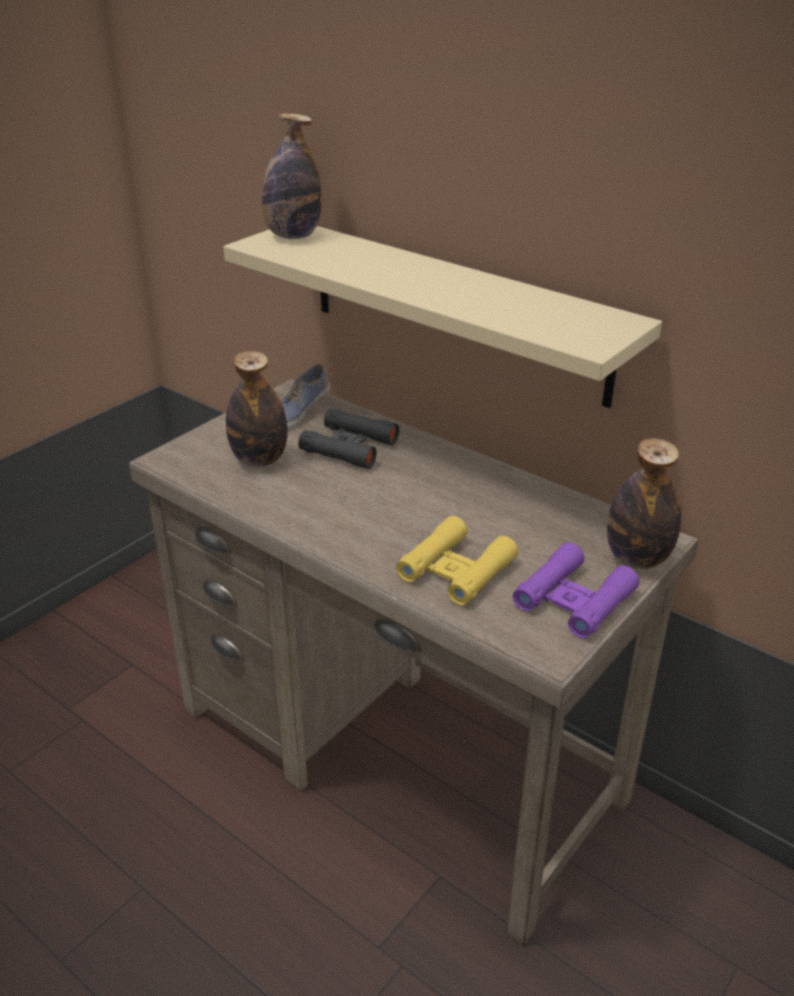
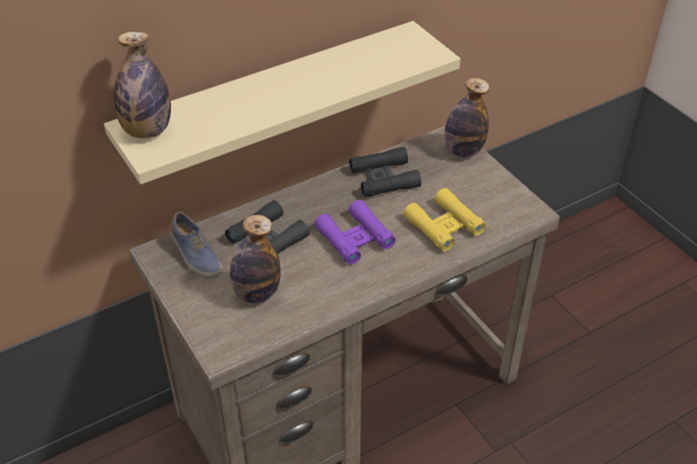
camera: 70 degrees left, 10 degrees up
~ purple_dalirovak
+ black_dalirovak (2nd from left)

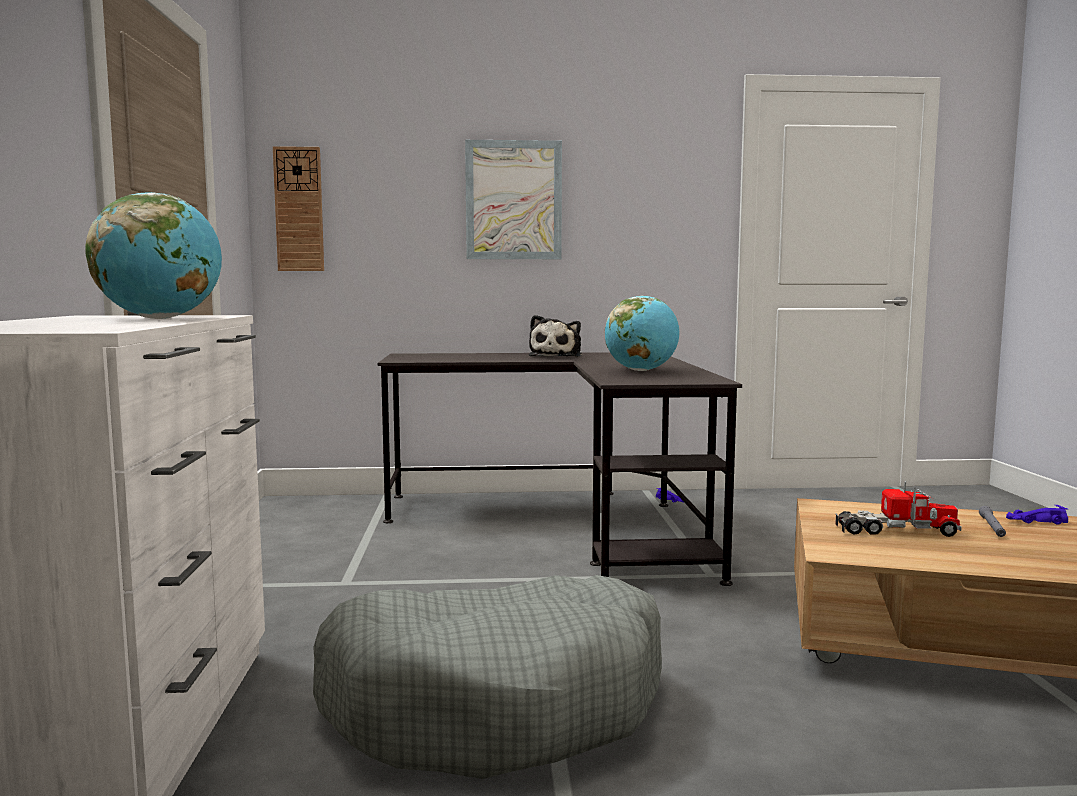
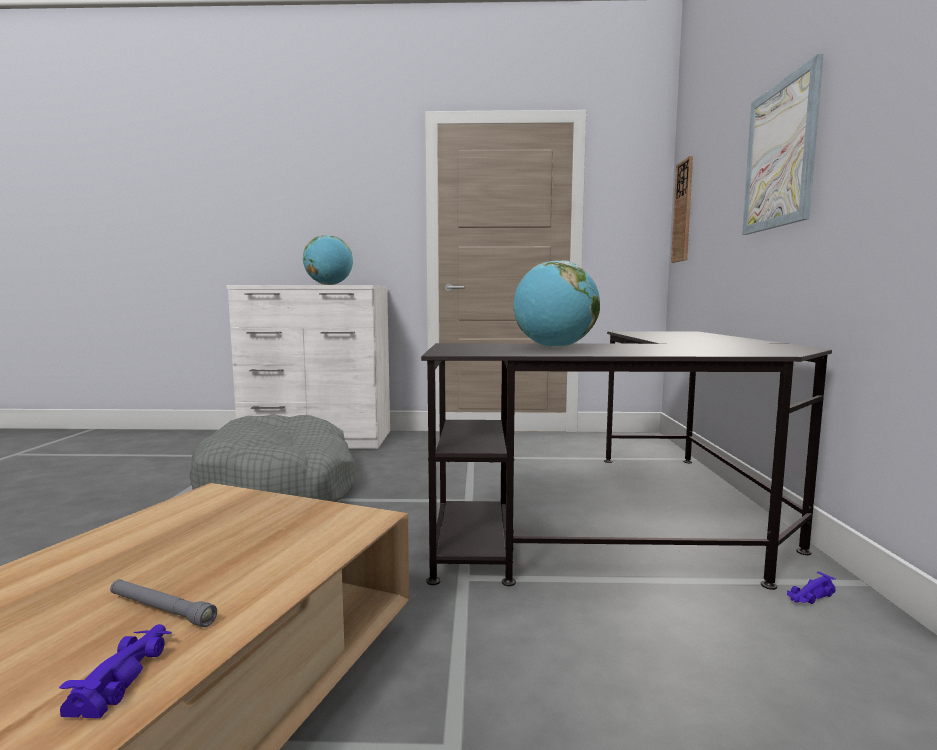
camera: 95 degrees right, 0 degrees up
- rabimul
- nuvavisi

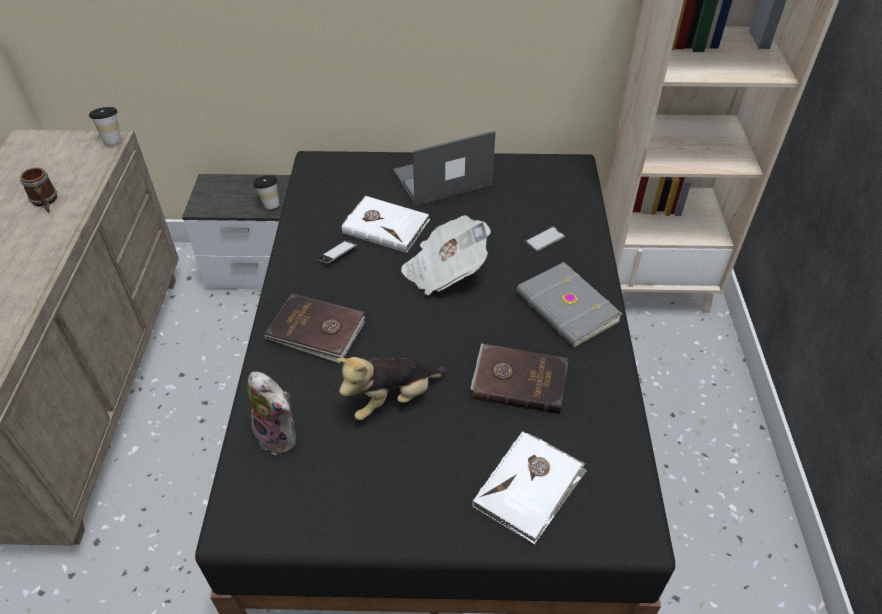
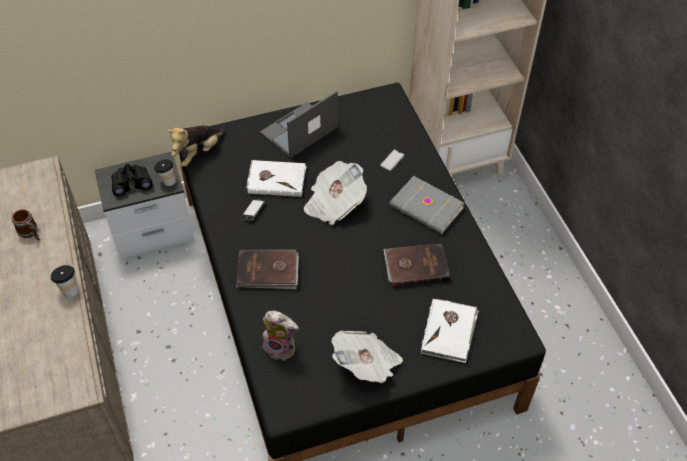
camera: 20 degrees left, 5 degrees up
~ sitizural (1st from left)
~ rabimul (2nd from left in the first image) to rabimul (1st from left)
+ black_dalirovak
+ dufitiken (2nd from left)

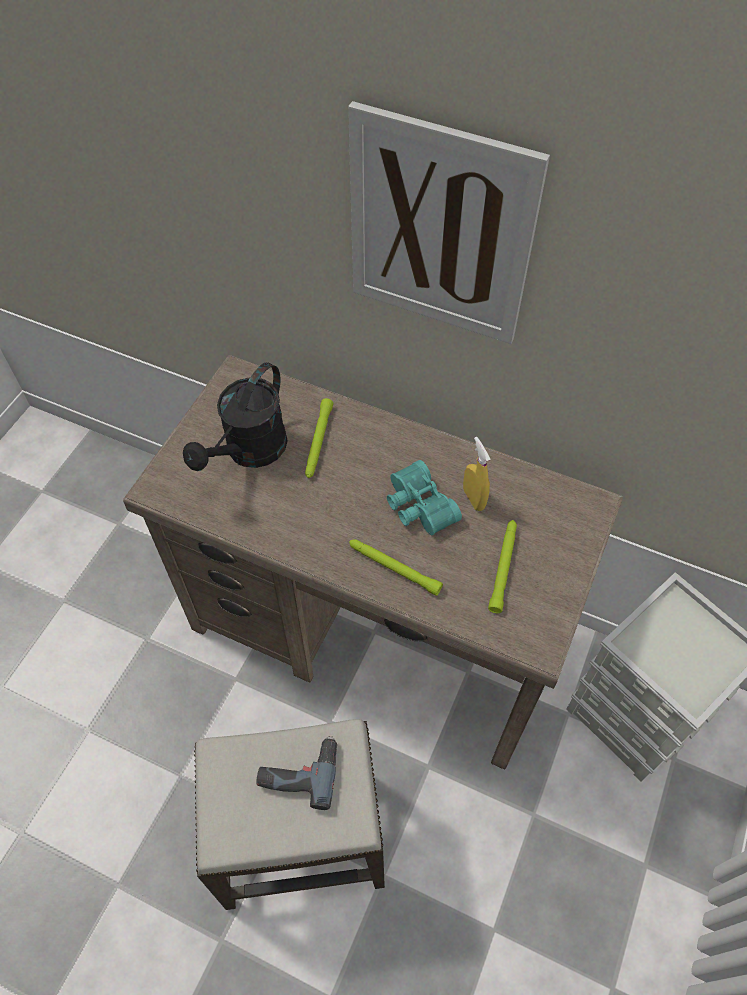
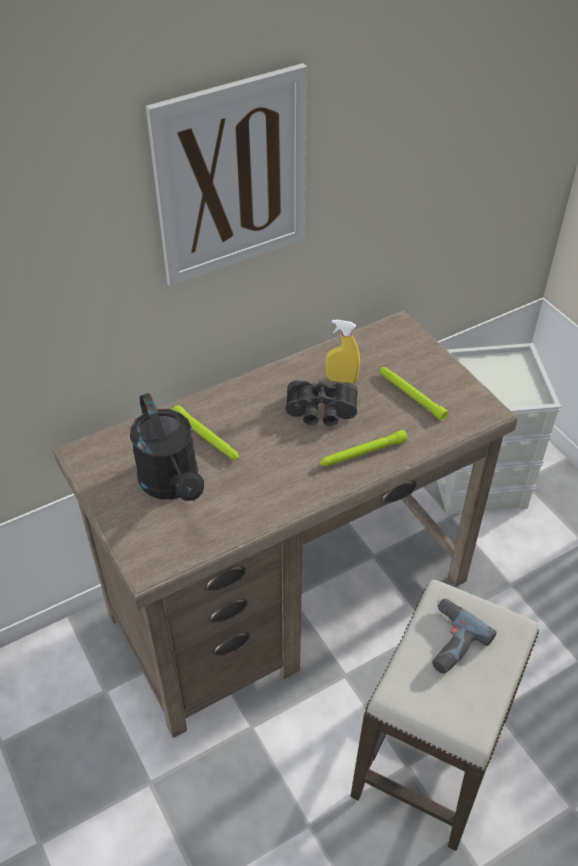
camera: 55 degrees left, 10 degrees down
~ turquoise_dalirovak to black_dalirovak

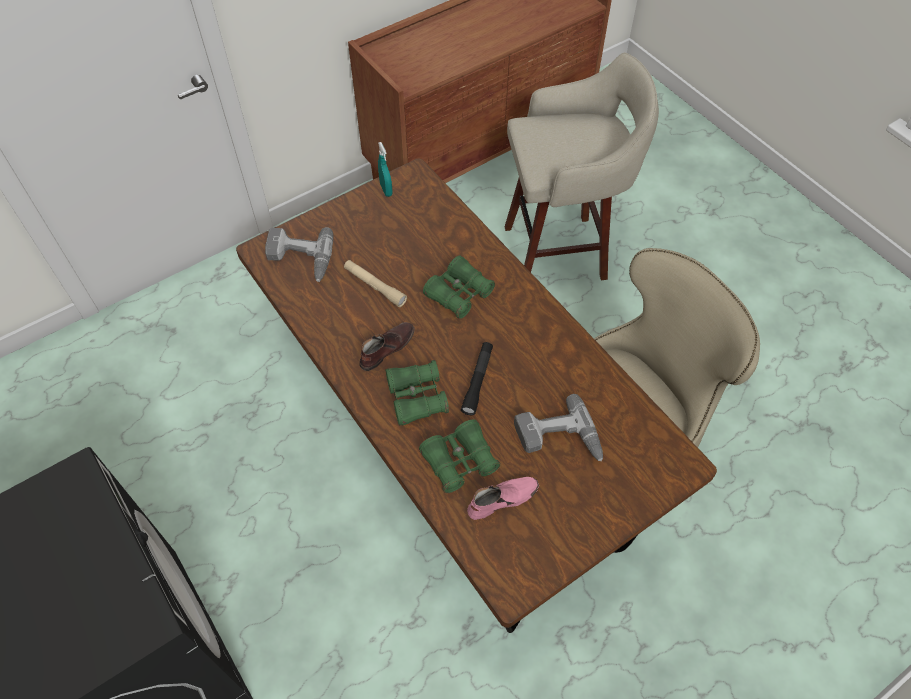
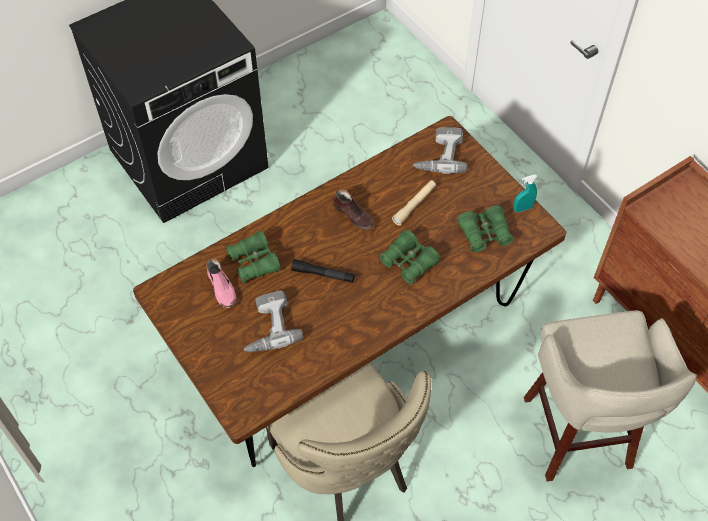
camera: 90 degrees right, 0 degrees up
~ green_dalirovak (1st from left in the first image) to green_dalirovak (3rd from left)

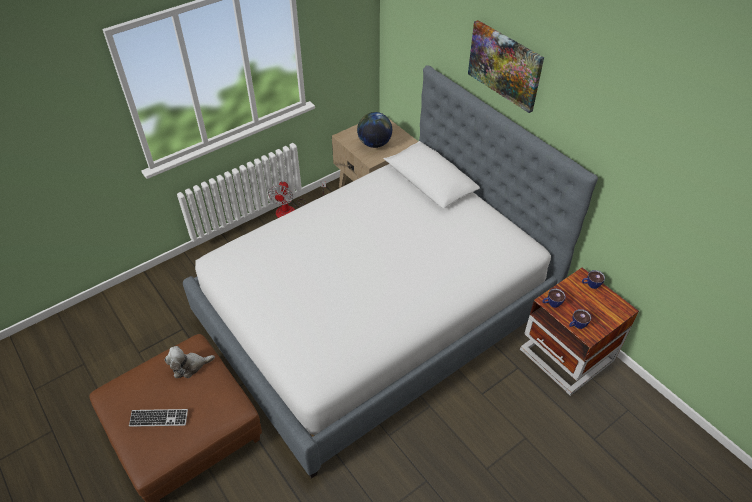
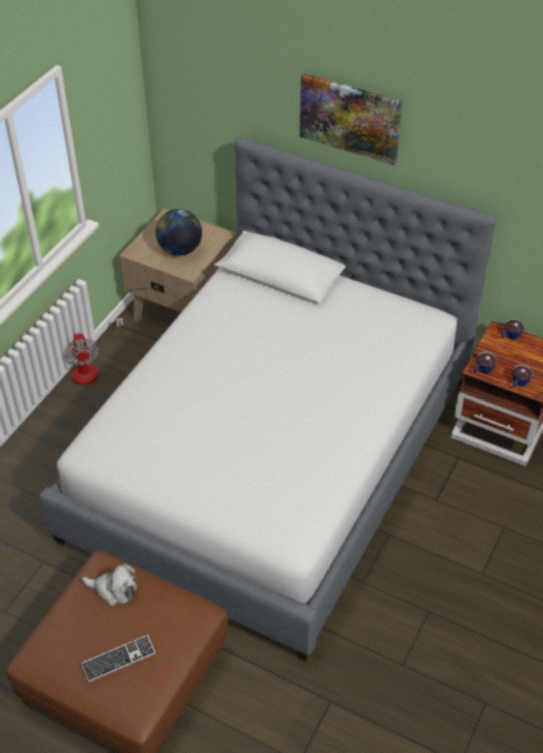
camera: 25 degrees left, 0 degrees up
~ rabimul 120 degrees counterclockwise

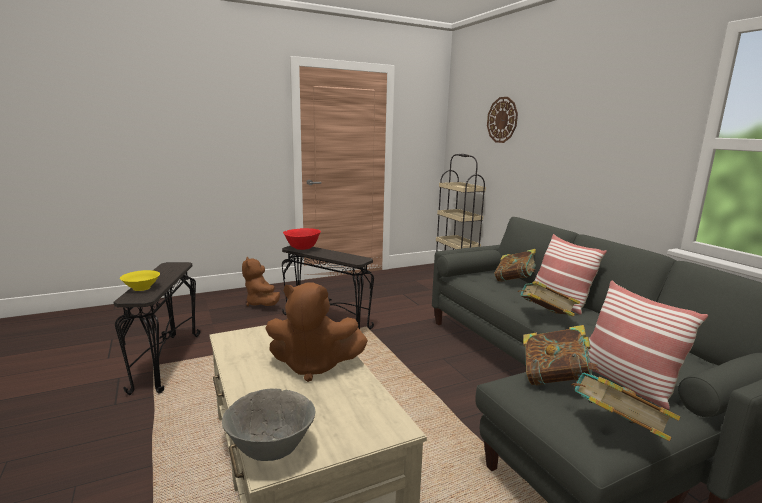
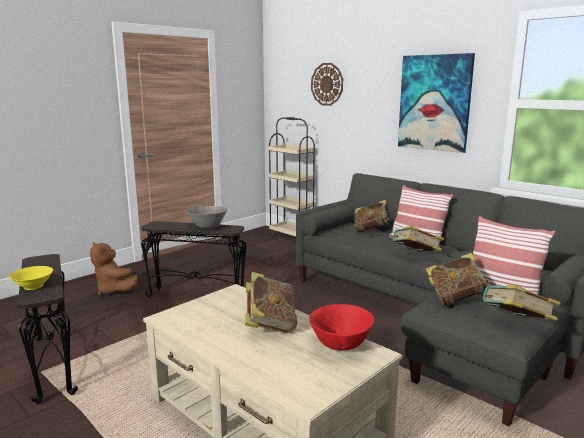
camera: 20 degrees left, 0 degrees up
~ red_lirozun
~ brown_rabimul (2nd from left) to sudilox (1st from left)
~ grey_lirozun
+ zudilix

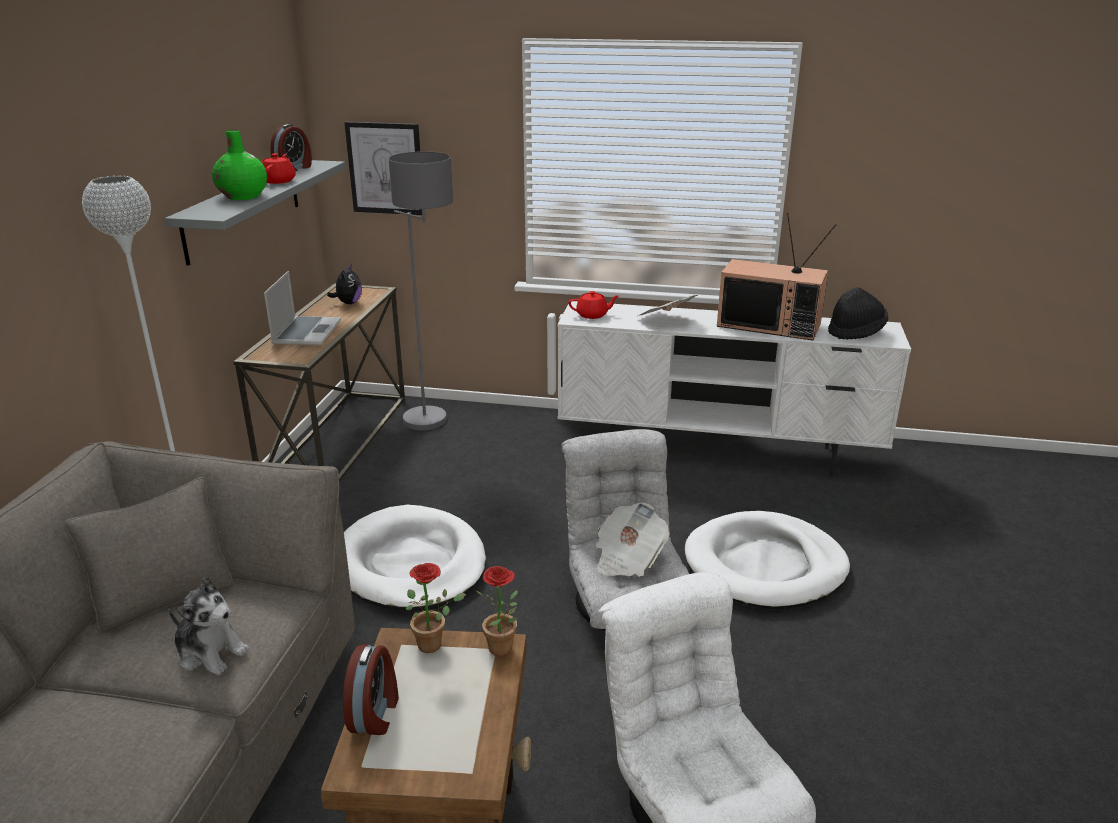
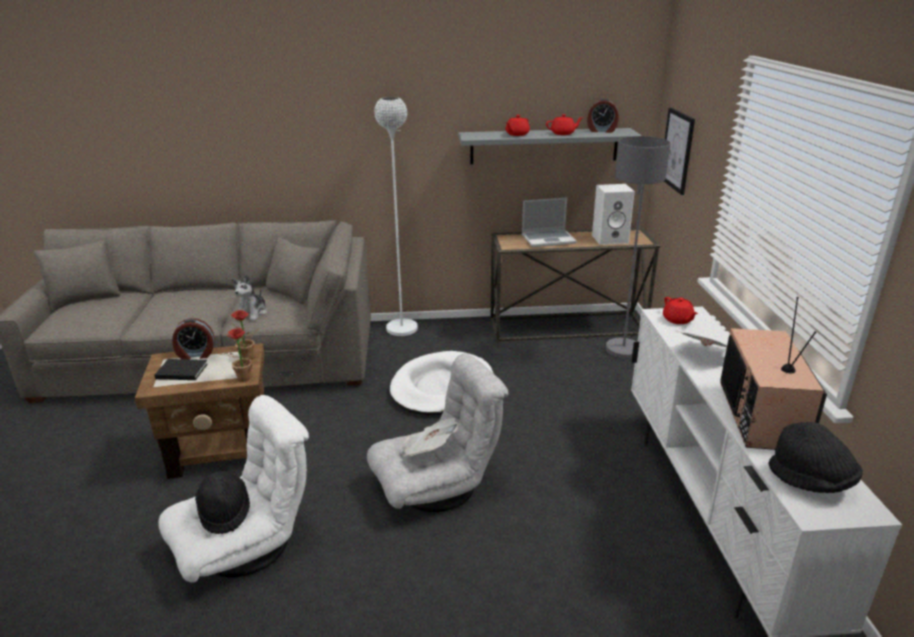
camera: 75 degrees right, 0 degrees up
~ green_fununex to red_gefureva (1st from left)
~ rabimul (2nd from left) to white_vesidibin
- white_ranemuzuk (2nd from left)
+ black_sudilox
+ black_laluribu (1st from left)

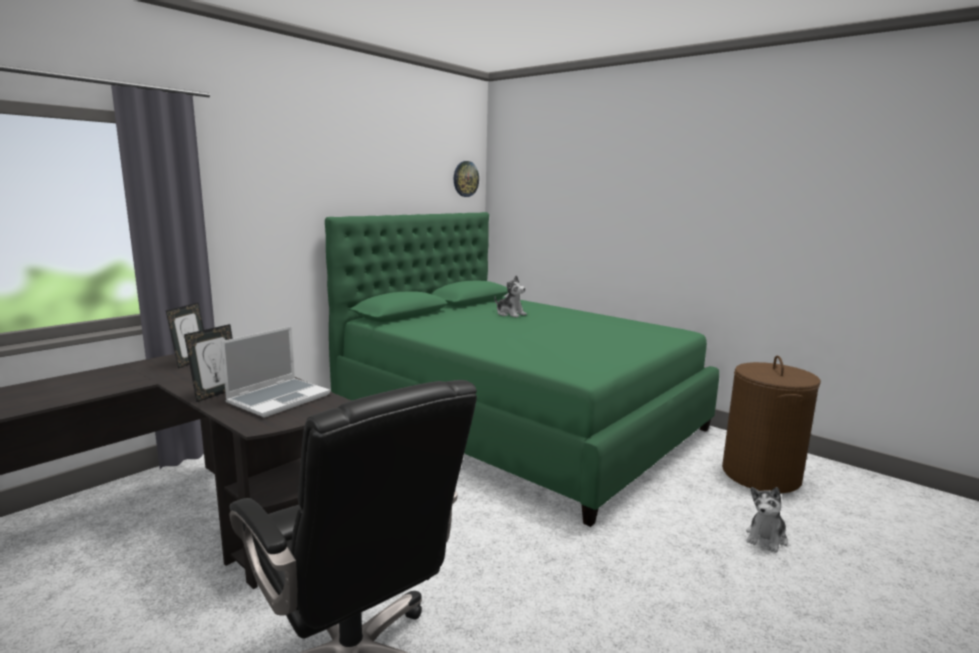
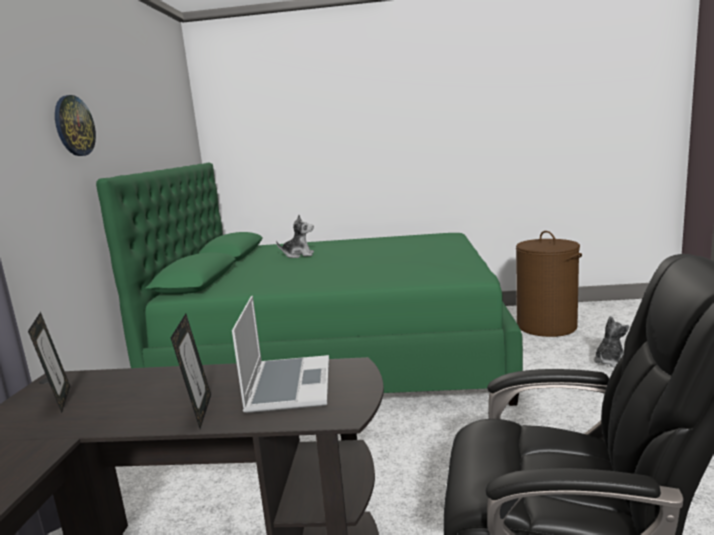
camera: 35 degrees left, 0 degrees up
~ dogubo
~ rabimul (2nd from left) 135 degrees counterclockwise

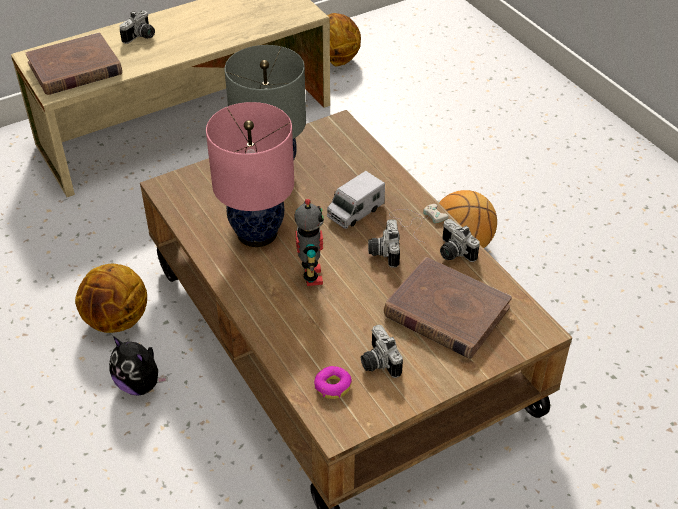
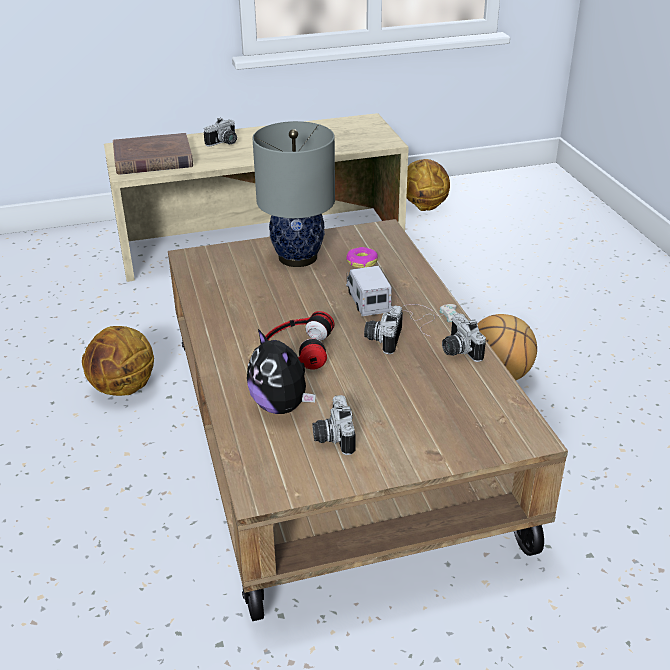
camera: 15 degrees right, 10 degrees down
- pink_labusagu
~ nuvavisi 105 degrees clockwise
~ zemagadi to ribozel
- brown_sudilox (2nd from left)
~ rabimul
~ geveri

